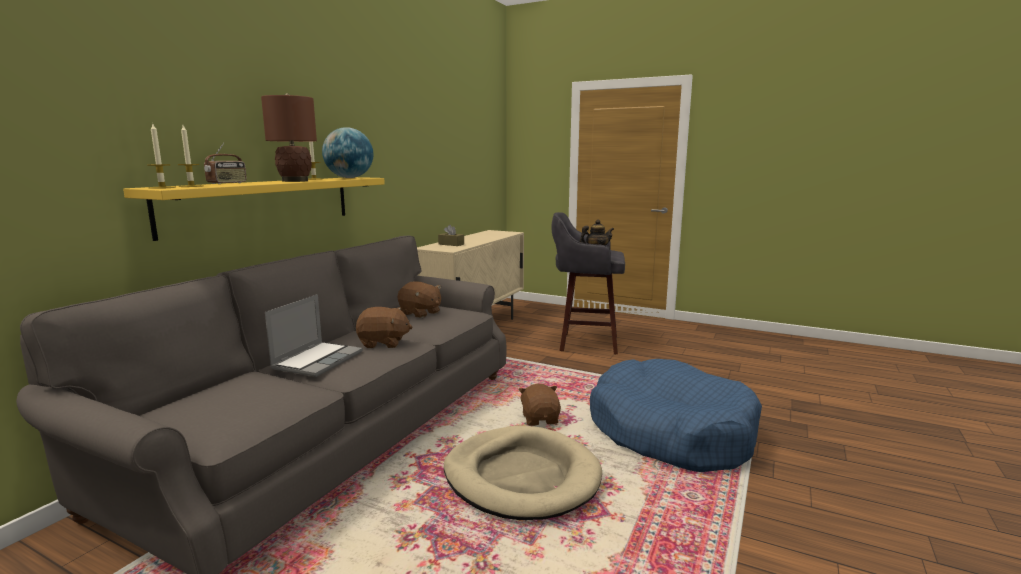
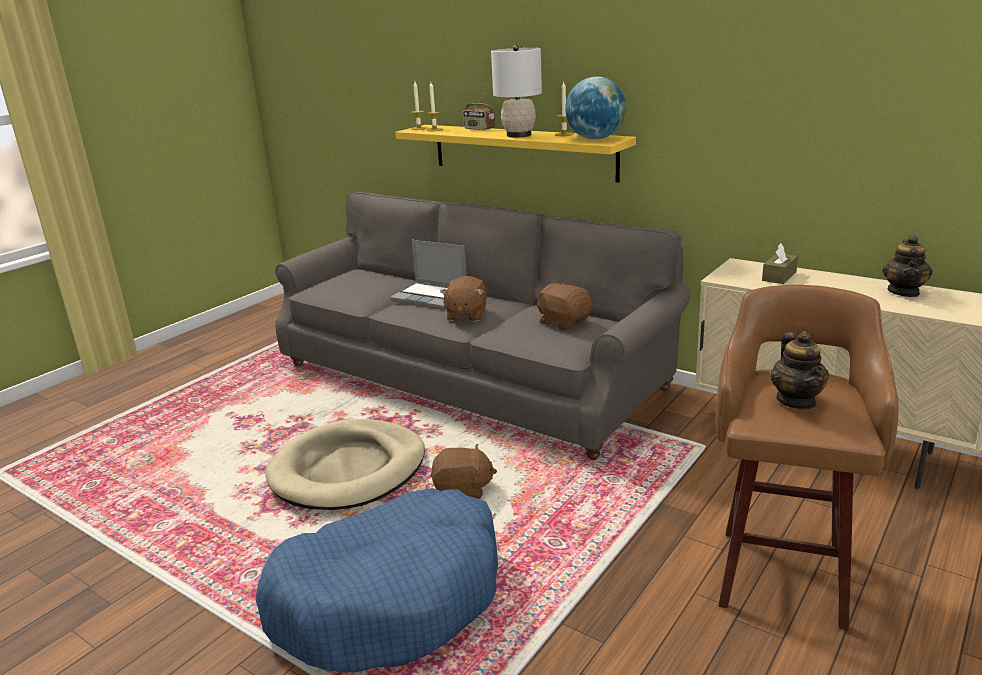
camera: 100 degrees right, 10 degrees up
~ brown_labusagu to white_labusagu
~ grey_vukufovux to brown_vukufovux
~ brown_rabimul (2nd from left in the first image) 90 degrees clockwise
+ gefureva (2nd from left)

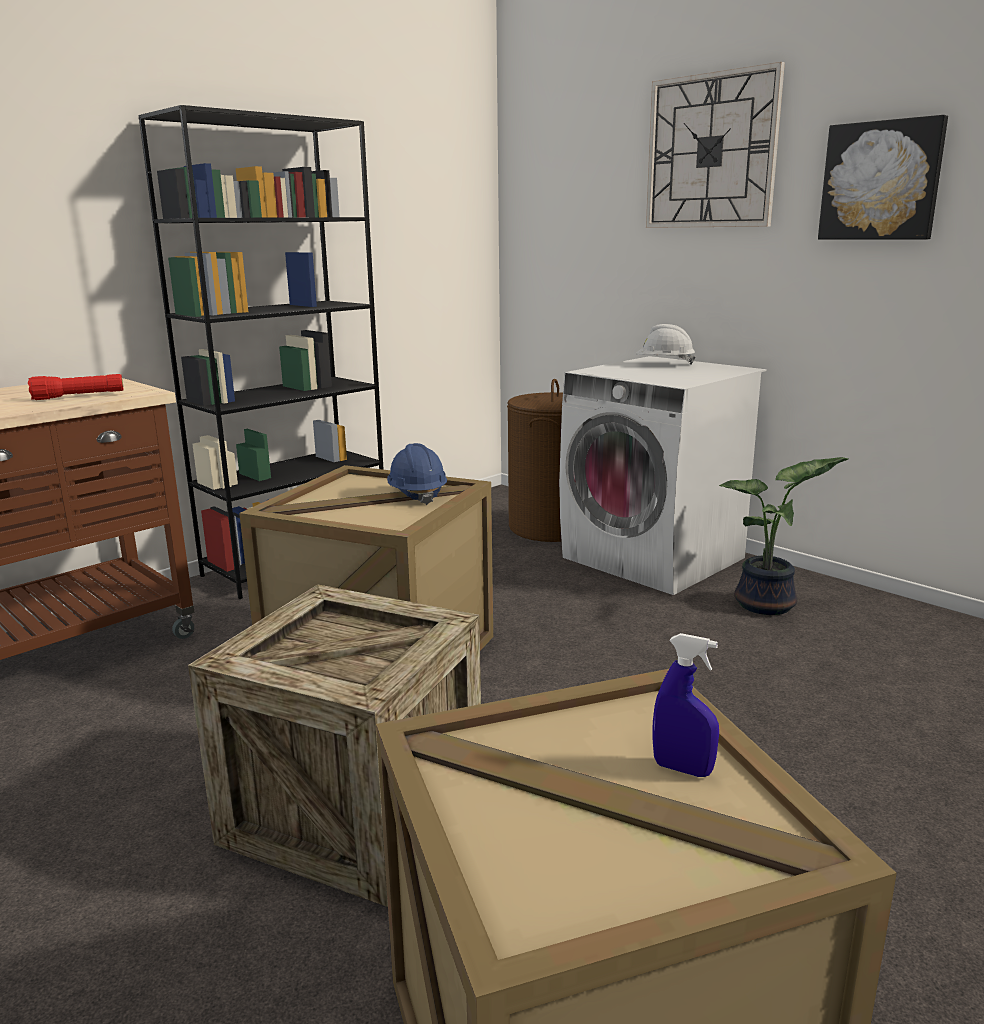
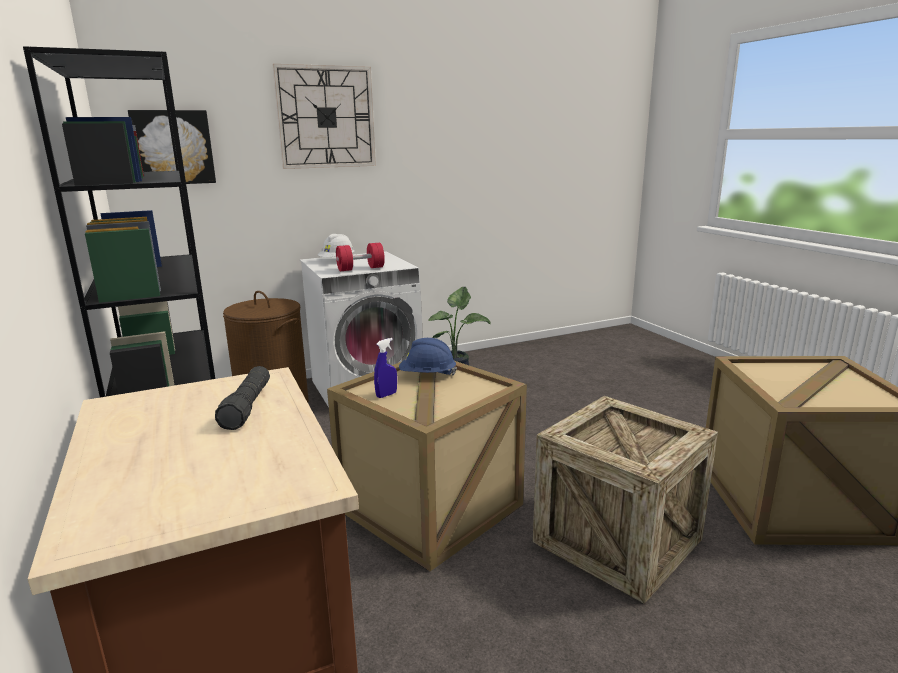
camera: 70 degrees left, 0 degrees up
~ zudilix
~ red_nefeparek to black_nefeparek
~ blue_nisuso
+ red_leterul

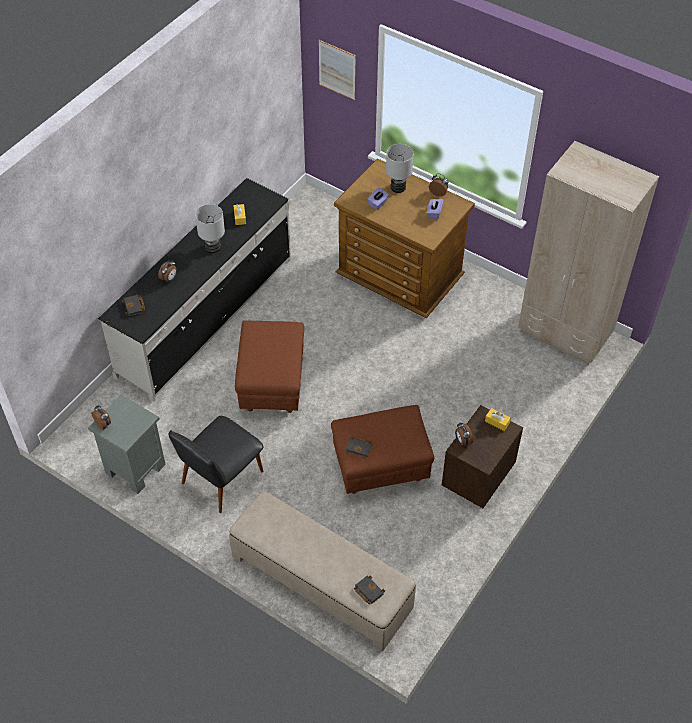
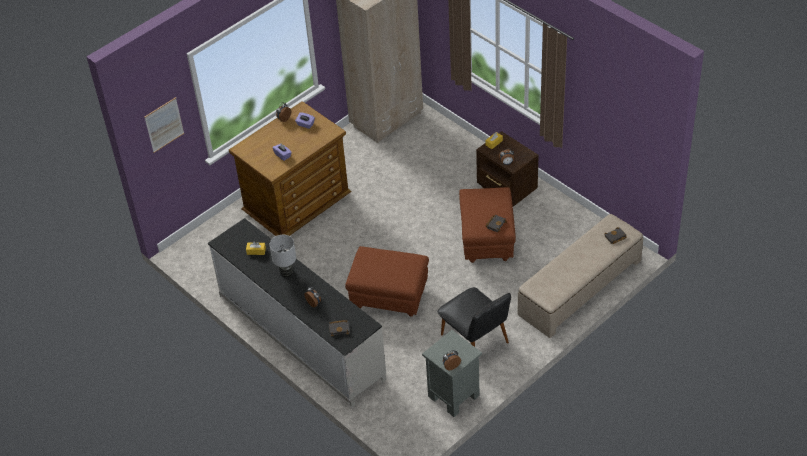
camera: 75 degrees left, 5 degrees down
- grey_labusagu (2nd from left)

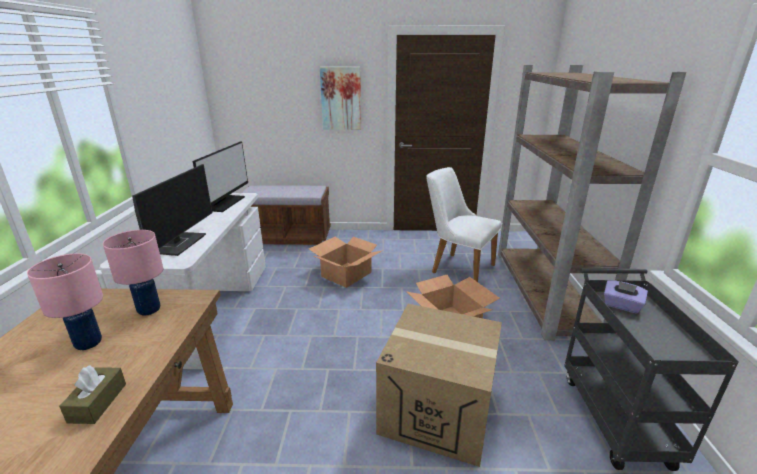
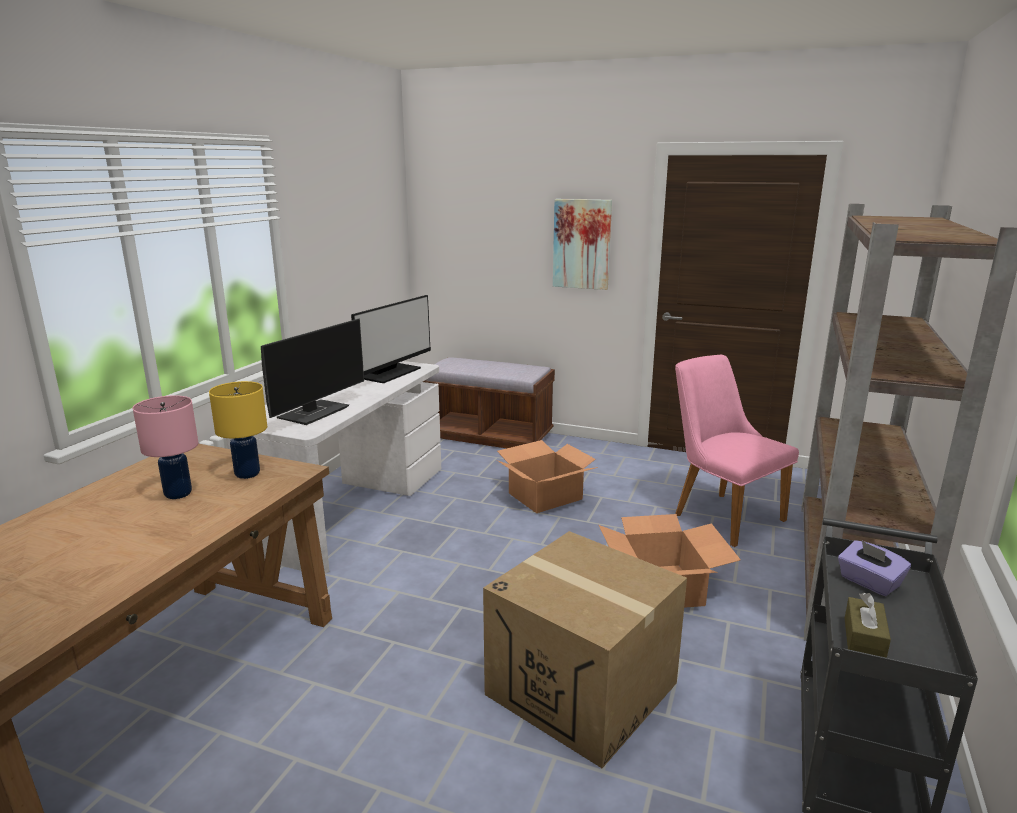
camera: 20 degrees right, 5 degrees down
~ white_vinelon to pink_vinelon
~ pink_labusagu (2nd from left) to yellow_labusagu
~ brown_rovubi

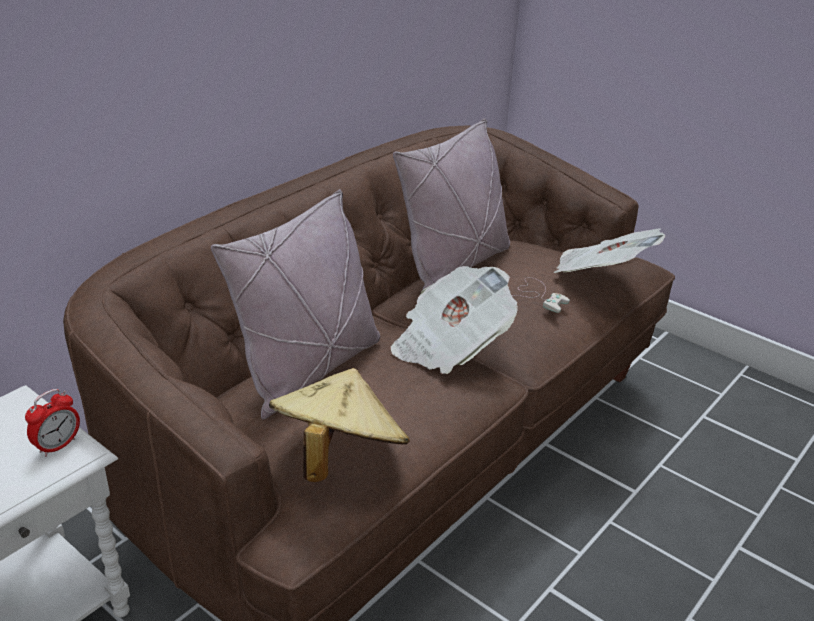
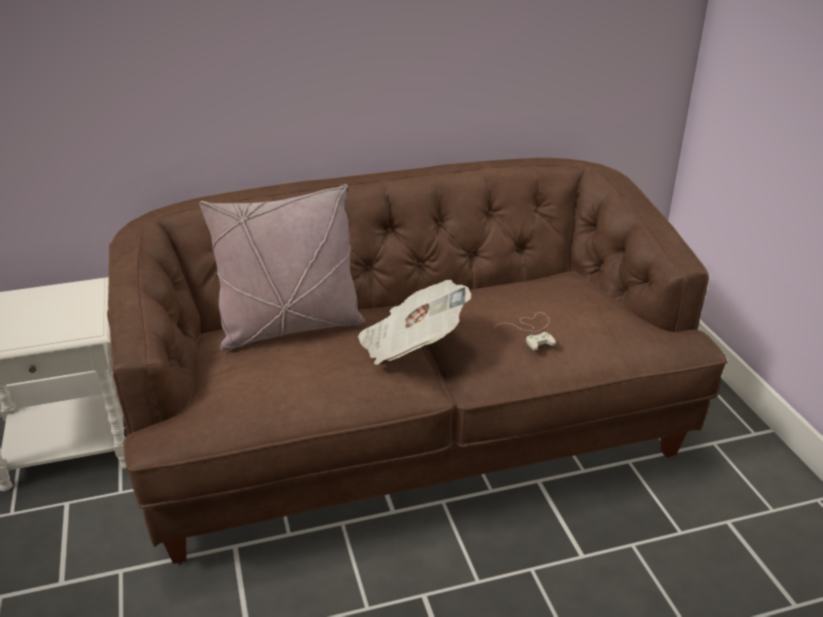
camera: 35 degrees right, 0 degrees up
- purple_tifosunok (2nd from left)
- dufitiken (2nd from left)
- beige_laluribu
- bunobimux

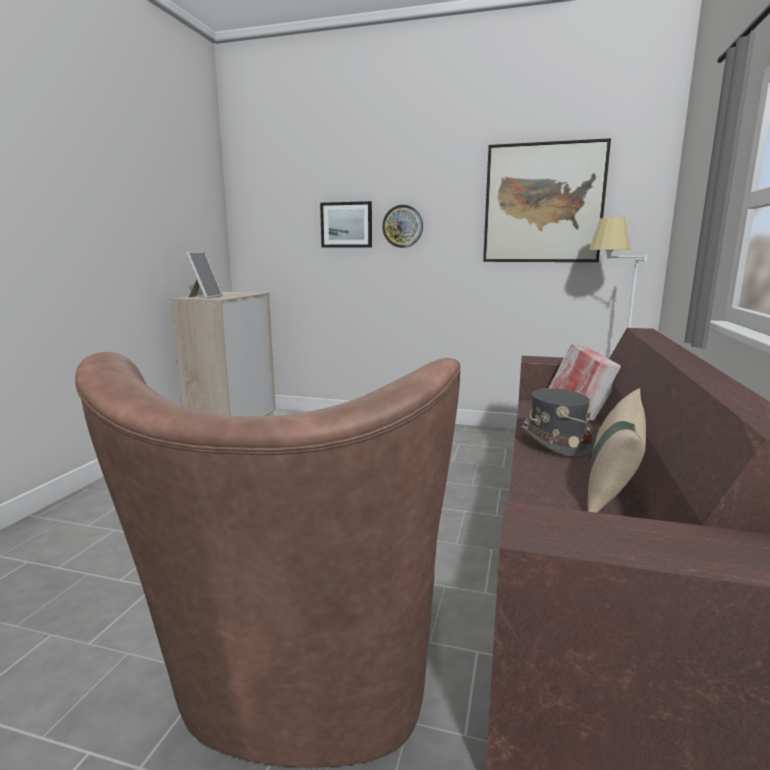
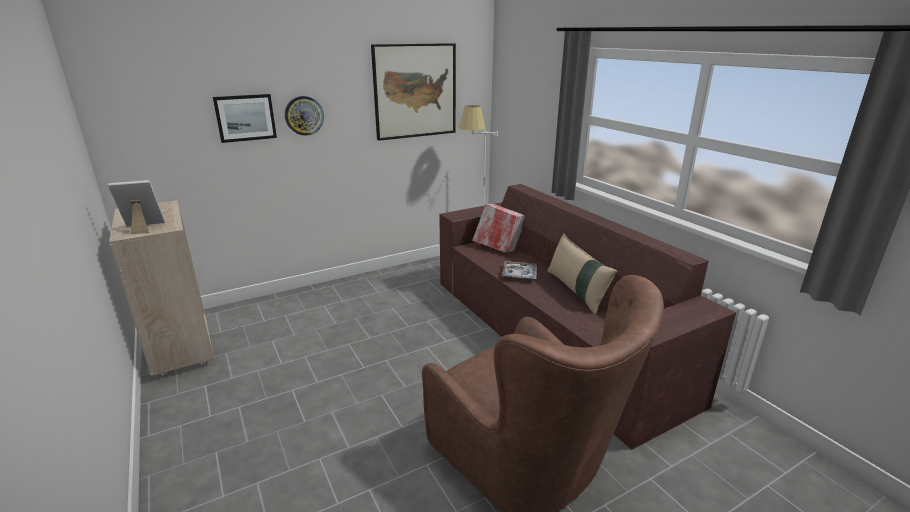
camera: 45 degrees left, 10 degrees up
~ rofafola 75 degrees counterclockwise
~ grey_laluribu to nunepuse

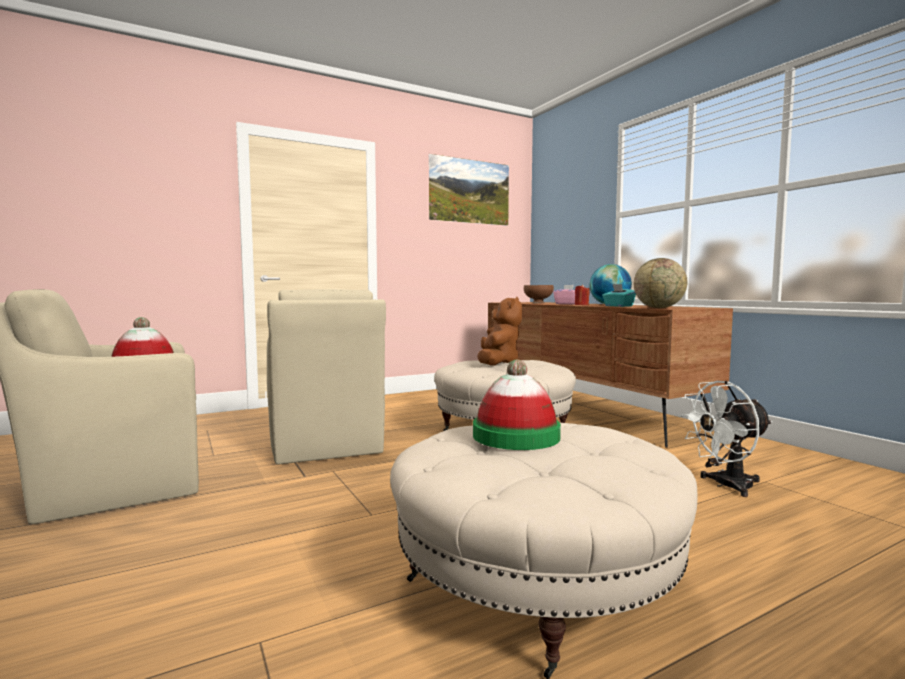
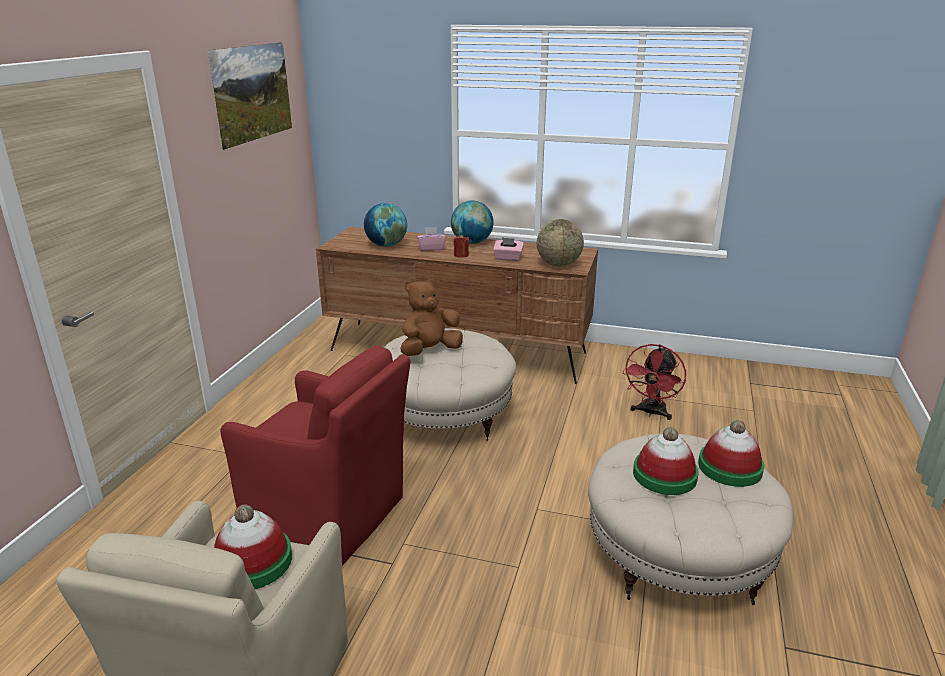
camera: 45 degrees left, 20 degrees up
~ turquoise_rovubi to pink_rovubi (2nd from left)
~ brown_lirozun to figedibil (1st from left)
~ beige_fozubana (2nd from left) to red_fozubana
~ brown_rabimul 90 degrees counterclockwise
~ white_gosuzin to red_gosuzin
+ laluribu (3rd from left)

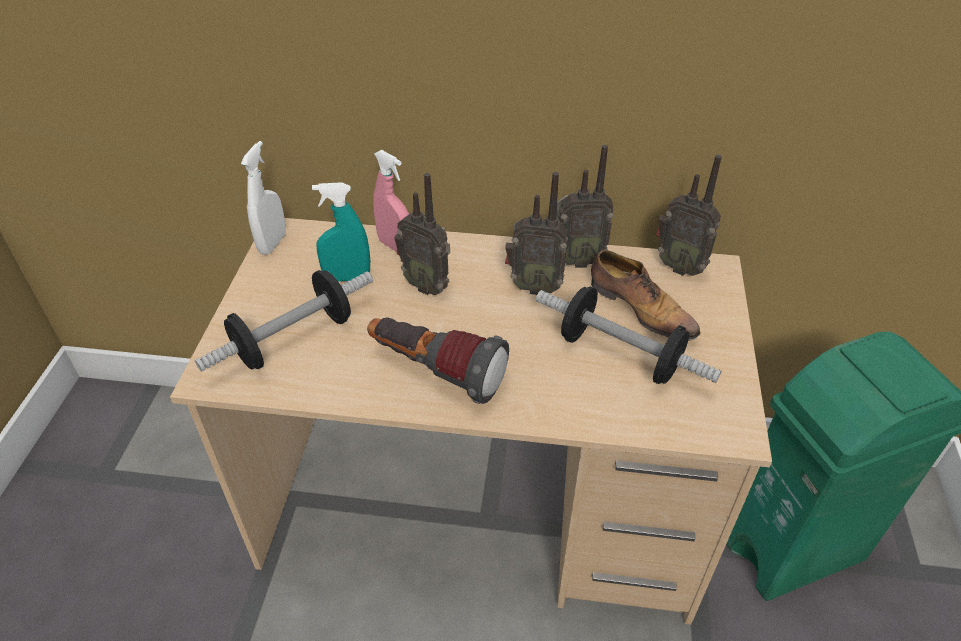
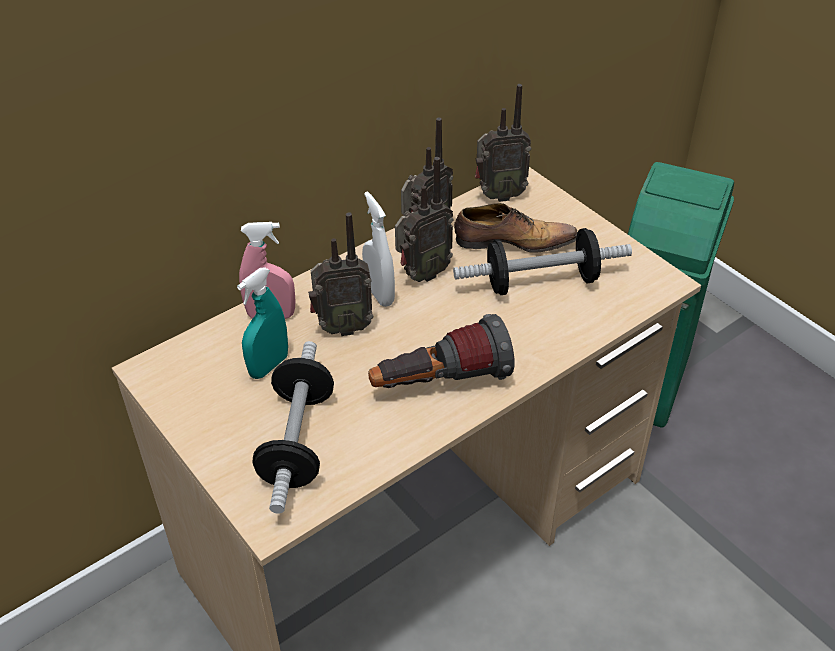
camera: 45 degrees left, 0 degrees up
~ white_nisuso

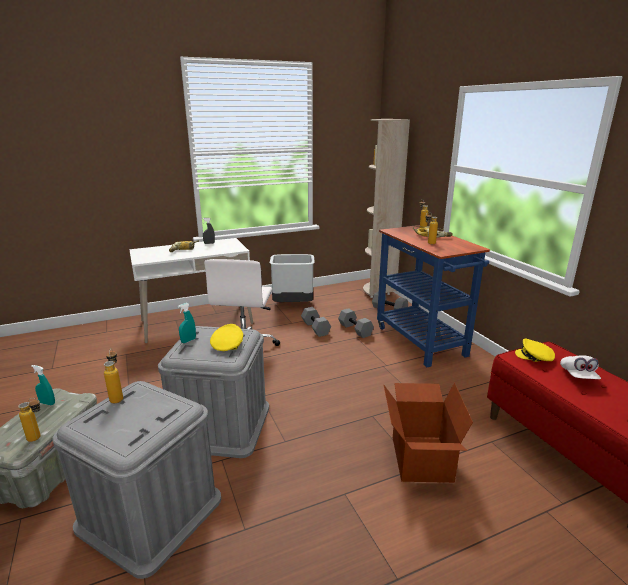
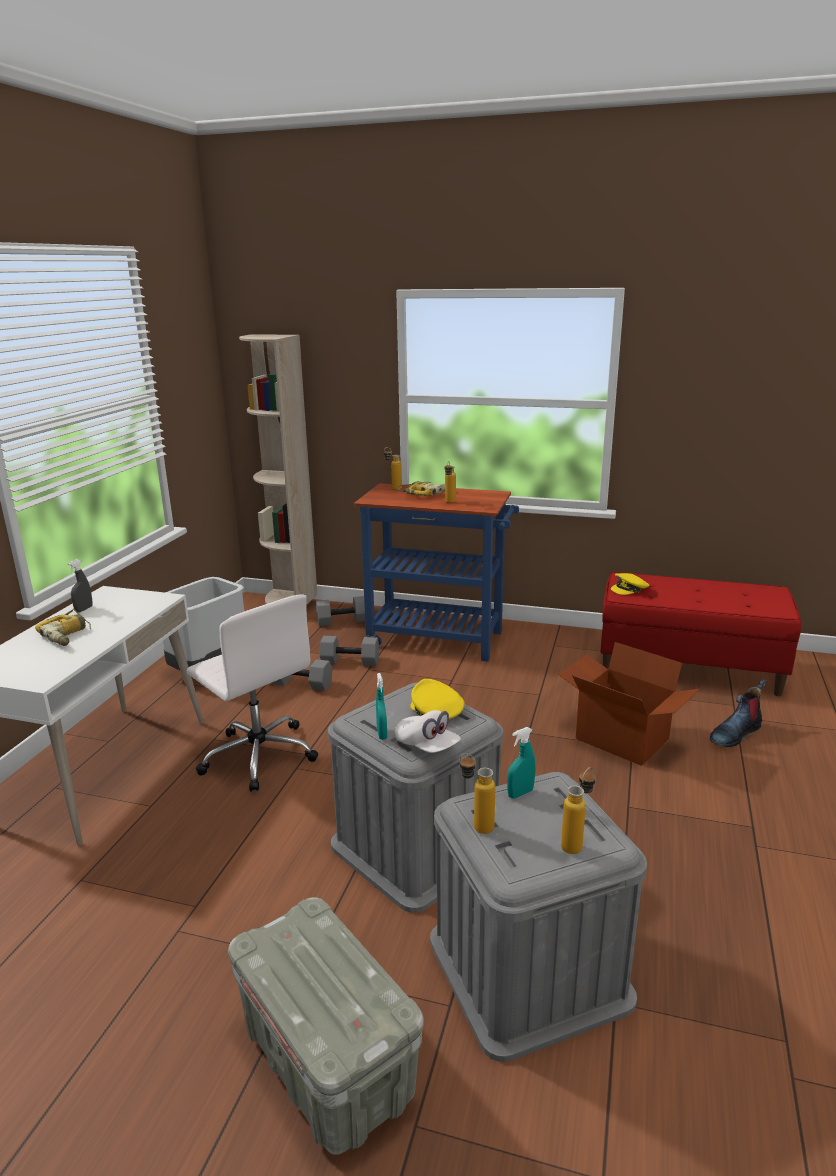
camera: 50 degrees left, 0 degrees up
~ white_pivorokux
~ turquoise_nisuso (1st from left in the first image) to turquoise_nisuso (2nd from left)
~ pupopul (1st from left in the first image) to pupopul (4th from left)
+ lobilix

